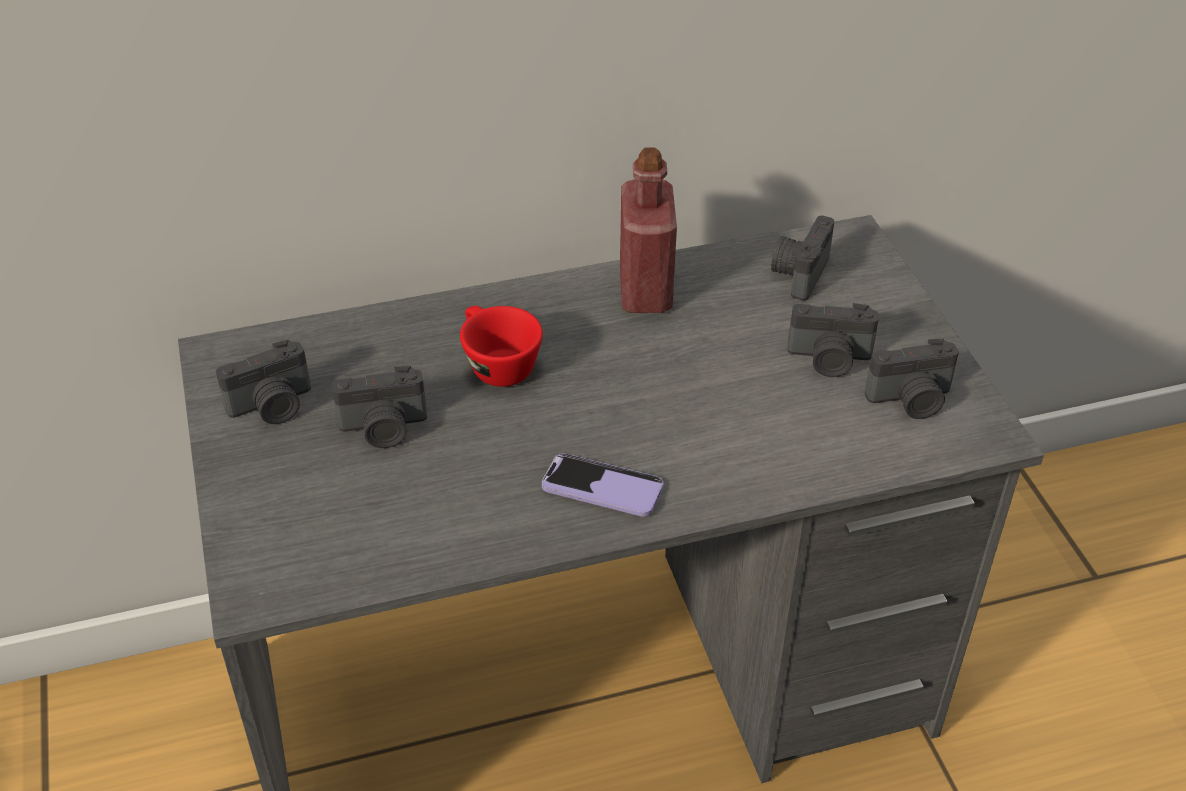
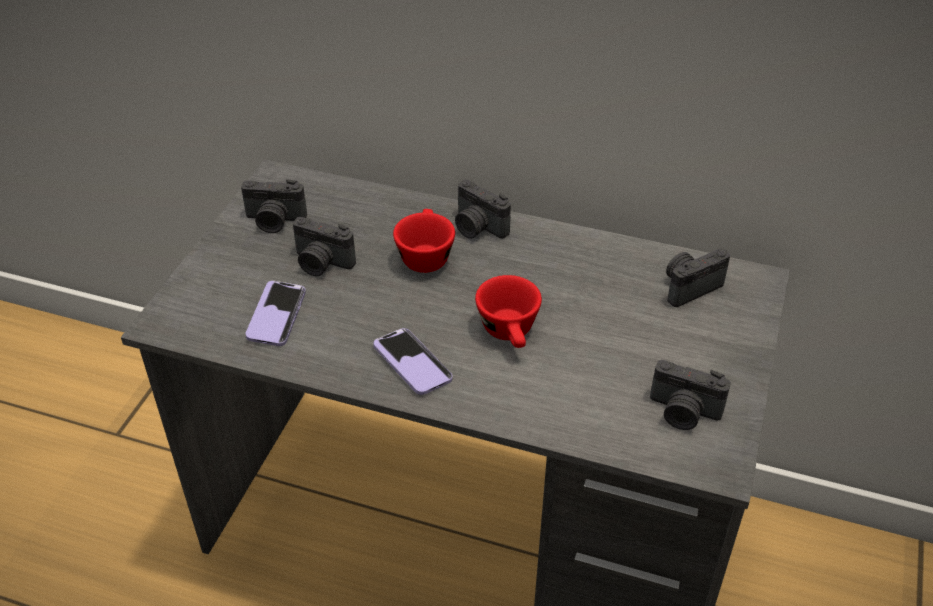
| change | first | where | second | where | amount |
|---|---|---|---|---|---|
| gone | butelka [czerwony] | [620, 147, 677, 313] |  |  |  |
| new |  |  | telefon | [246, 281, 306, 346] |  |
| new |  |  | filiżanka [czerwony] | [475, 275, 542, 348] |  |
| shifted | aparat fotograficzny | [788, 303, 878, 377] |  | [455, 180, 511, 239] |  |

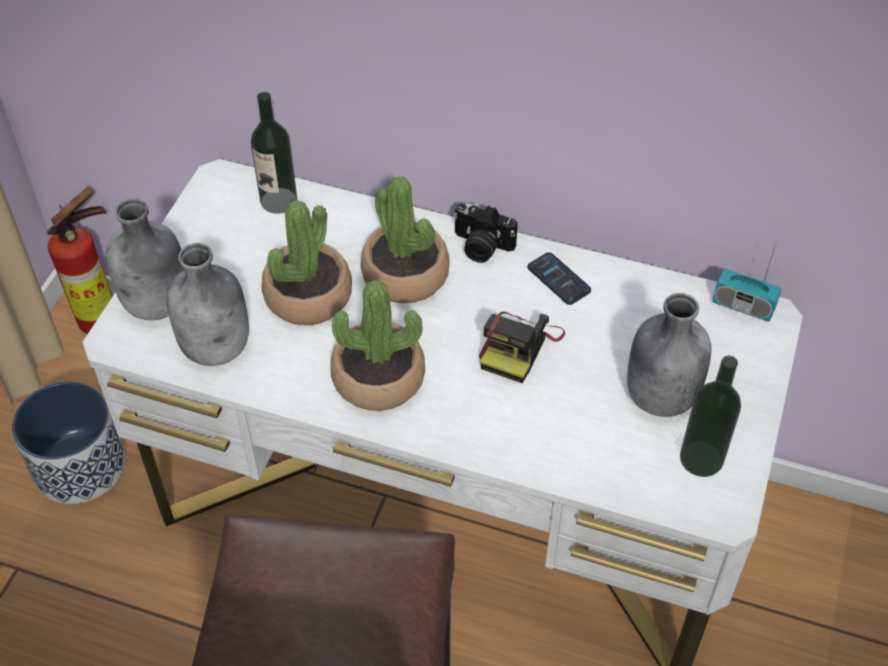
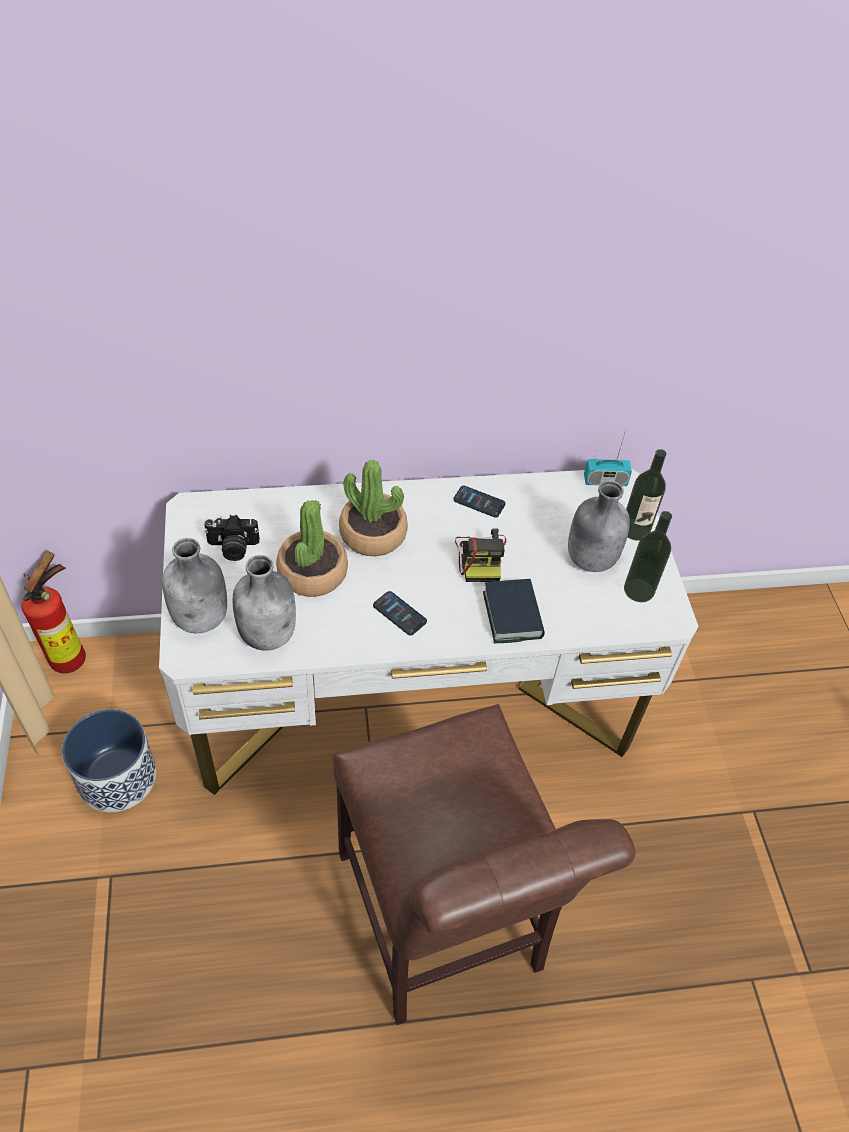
| change | first | where | second | where | amount |
|---|---|---|---|---|---|
| new |  |  | książka | [483, 579, 545, 643] |  |
| shifted | butelka | [251, 92, 297, 214] |  | [626, 449, 666, 541] |  |
| shifted | aparat fotograficzny | [453, 203, 518, 263] |  | [204, 515, 260, 561] |  |
| swapped | roślina doniczkowa | [330, 280, 425, 411] | telefon | [373, 591, 427, 636] |  |

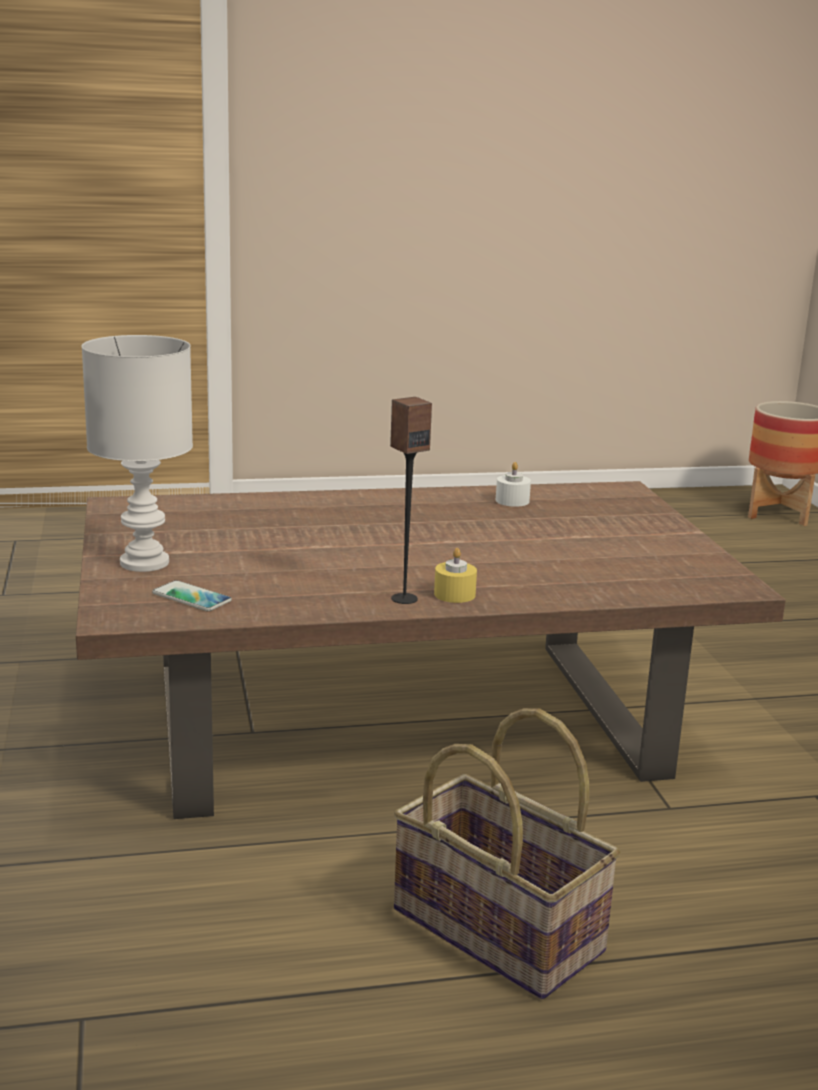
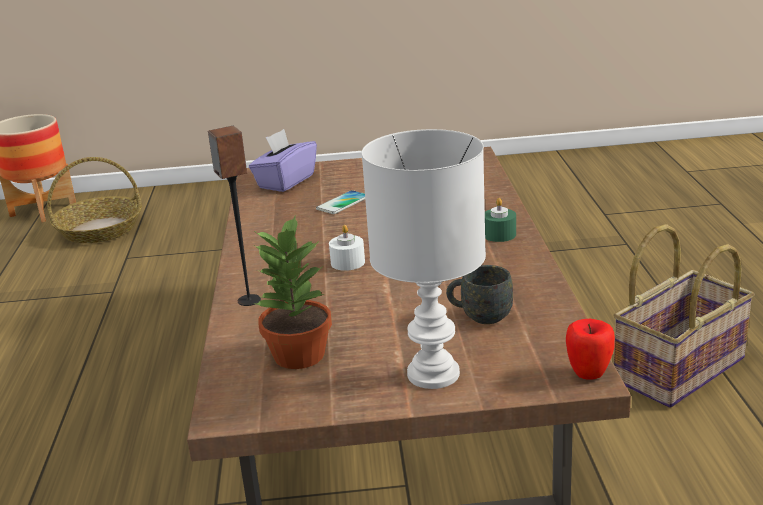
| change | first | where | second | where | amount |
|---|---|---|---|---|---|
| new |  |  | koszyk | [47, 157, 142, 243] |  |
| new |  |  | pudełko chusteczek [fioletowy] | [249, 129, 317, 192] |  |
| new |  |  | roślina doniczkowa | [255, 214, 332, 369] |  |
| new |  |  | kubek [szary] | [446, 265, 513, 324] |  |
| new |  |  | jabłko | [566, 319, 615, 380] |  |
| shifted | telefon | [152, 580, 232, 612] |  | [316, 190, 365, 214] |  |
| shifted | głośnik | [390, 397, 432, 604] |  | [208, 126, 261, 306] |  |
| shifted | świeca [biały] | [496, 462, 531, 507] |  | [329, 225, 365, 271] |  |
| repainted | świeca [żółty] | [434, 548, 477, 603] | świeca [zielony] | [485, 198, 516, 242] |  |

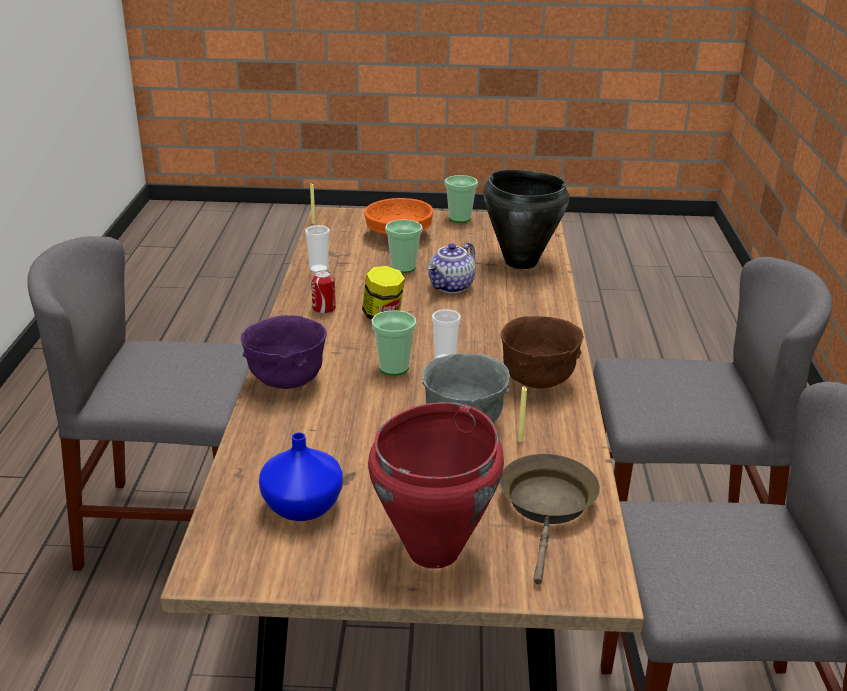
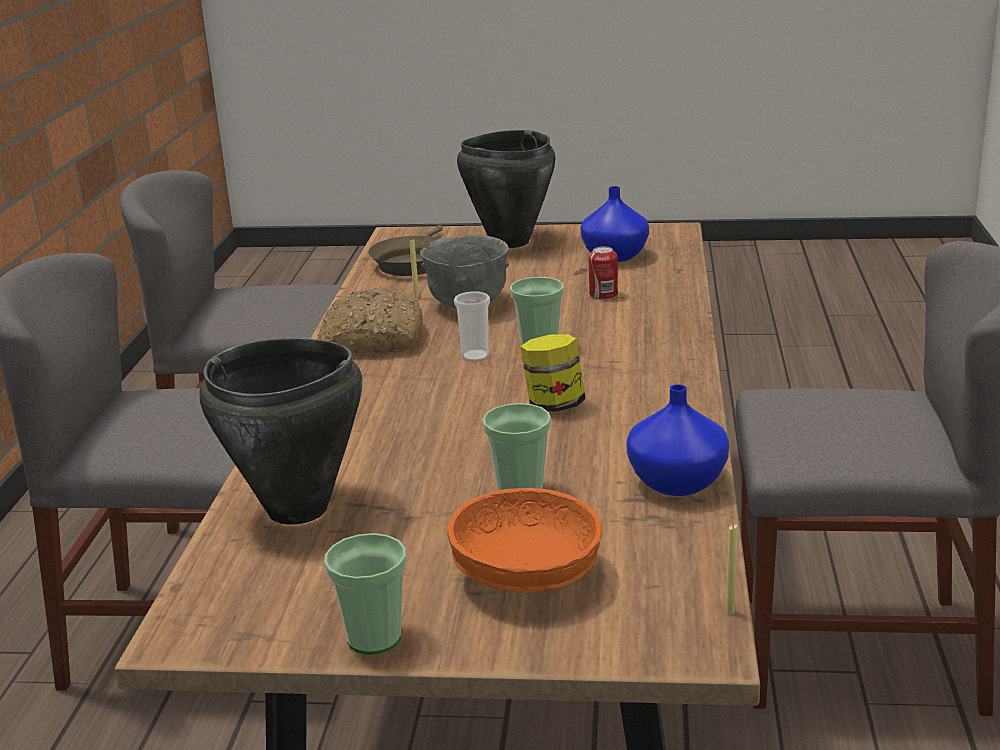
| change | first | where | second | where | amount |
|---|---|---|---|---|---|
| gone | miska [fioletowy] | [240, 315, 327, 389] |  |  |  |
| gone | imbryk | [428, 242, 475, 293] |  |  |  |
| shifted | puszka | [311, 270, 336, 314] |  | [589, 246, 618, 300] |  |
| swapped | filiżanka | [305, 225, 330, 273] | wazon [niebieski] | [626, 384, 729, 496] |  |
| swapped | miska [brązowy] | [501, 316, 584, 389] | chleb | [318, 288, 423, 353] |  |
| repainted | garnek [czerwony] | [368, 402, 504, 569] | garnek [czarny] | [457, 130, 555, 248] |  |

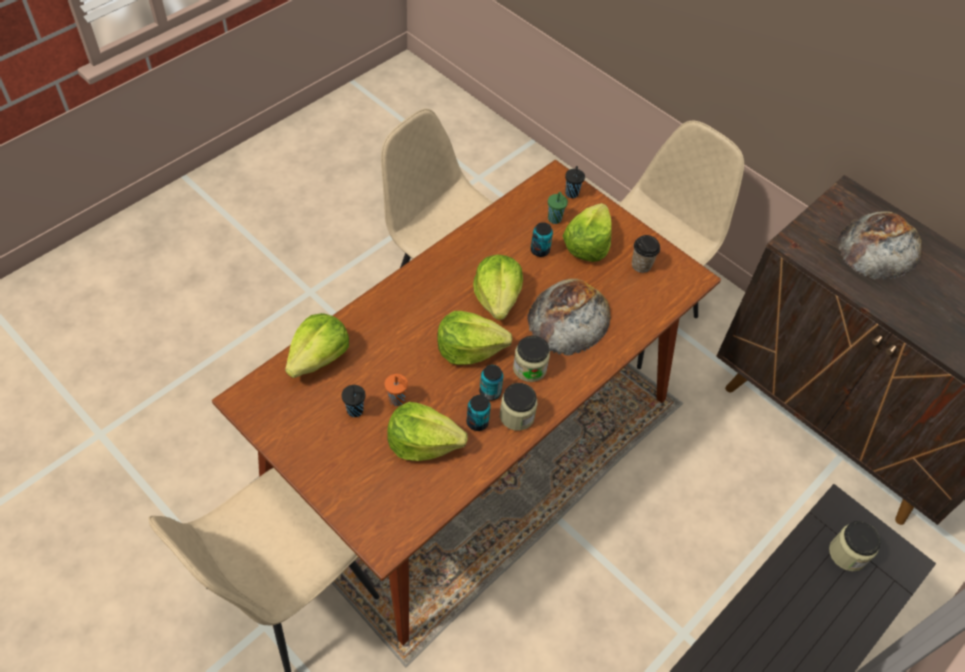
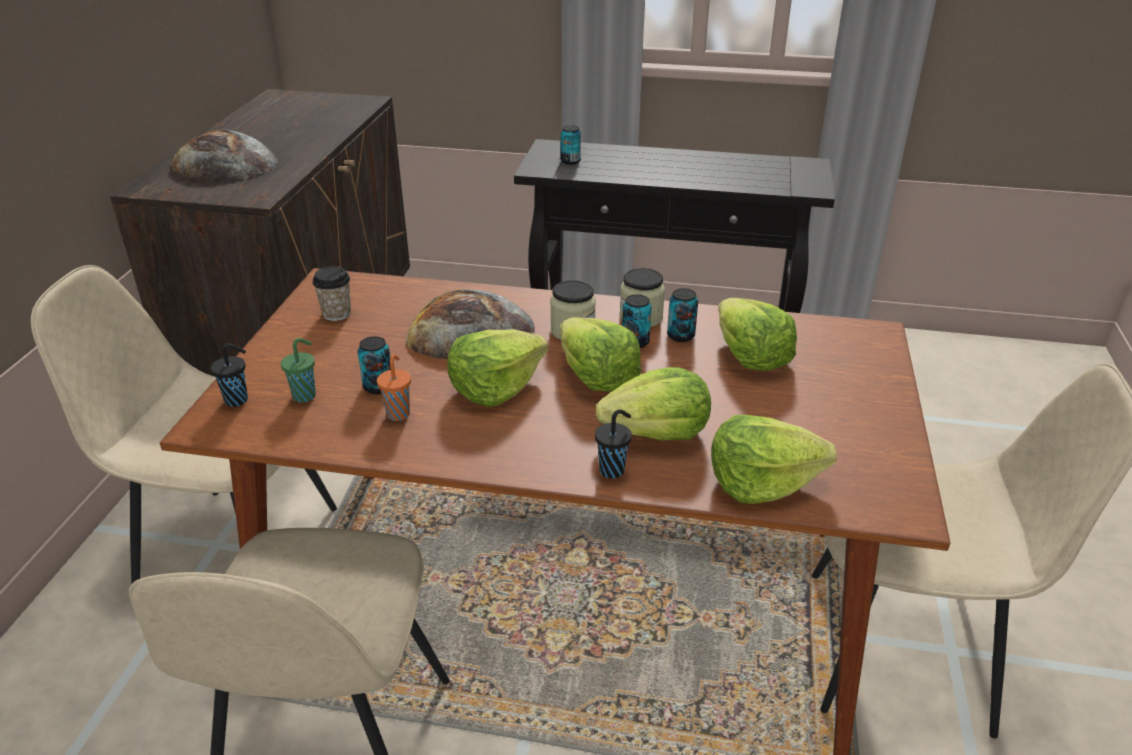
| change | first | where | second | where | amount |
|---|---|---|---|---|---|
| shifted | filiżanka [czarny] | [342, 385, 365, 417] |  | [595, 409, 632, 479] |  |
| shifted | filiżanka [pomarańczowy] | [385, 374, 408, 406] |  | [377, 354, 411, 421] |  |
| shifted | sałata | [563, 203, 612, 262] |  | [596, 367, 711, 440] |  |
| swapped | słoik | [829, 521, 881, 571] | puszka | [561, 125, 581, 165] |  |

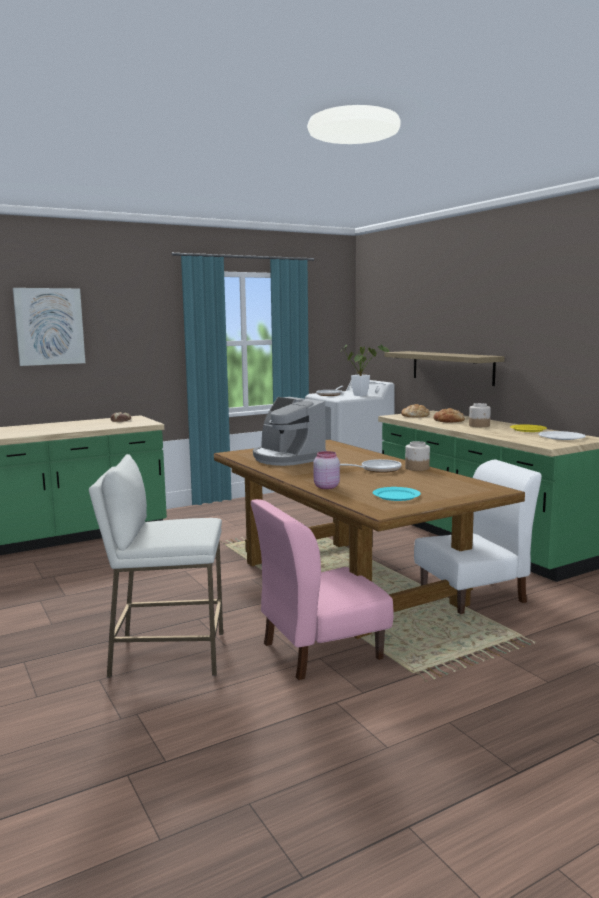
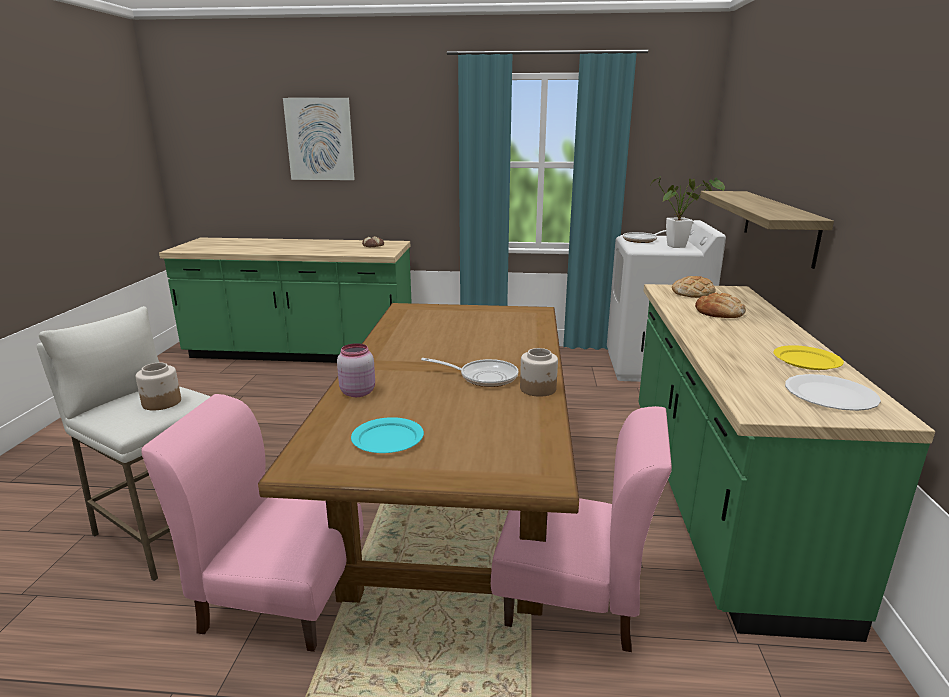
| change | first | where | second | where | amount |
|---|---|---|---|---|---|
| gone | ekspres do kawy | [253, 397, 326, 466] |  |  |  |
| shifted | słoik | [469, 403, 491, 427] |  | [135, 363, 181, 410] |  |
| repainted | krzesło [biały] | [414, 459, 542, 614] | krzesło [różowy] | [491, 406, 672, 652] |  |

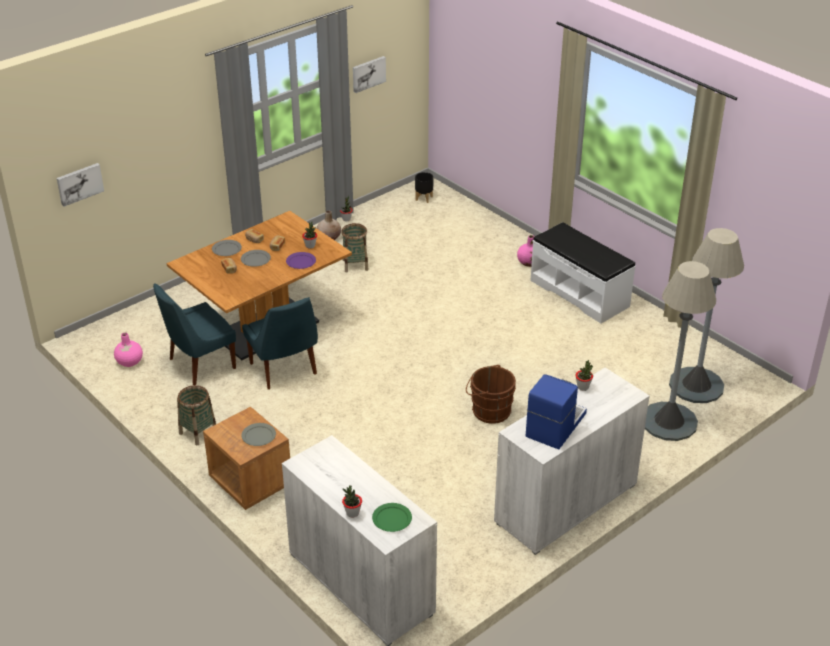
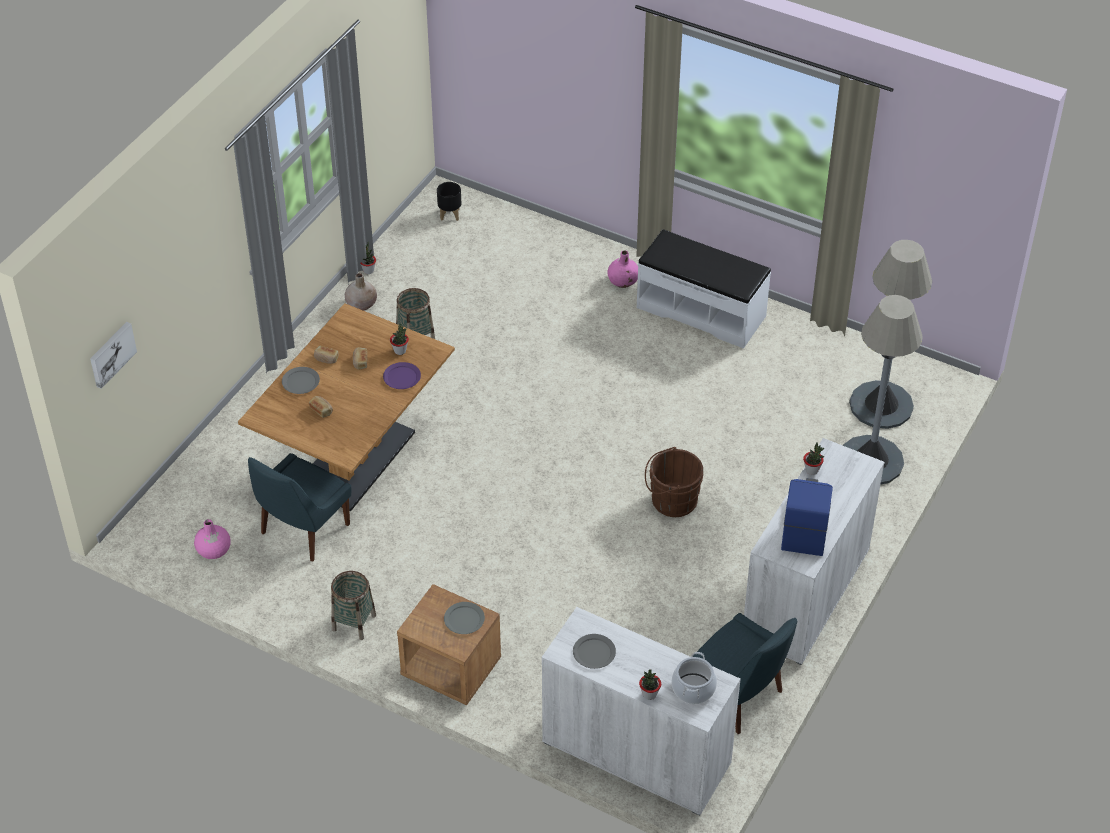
| change | first | where | second | where | amount |
|---|---|---|---|---|---|
| gone | obraz | [353, 56, 386, 93] |  |  |  |
| shifted | talerz [szary] | [241, 250, 271, 267] |  | [573, 634, 616, 669] |  |
| shifted | krzesło [niebieski] | [242, 297, 318, 390] |  | [693, 613, 797, 734] |  |
| swapped | talerz [zielony] | [372, 503, 412, 532] | garnek | [671, 652, 717, 704] |  |

